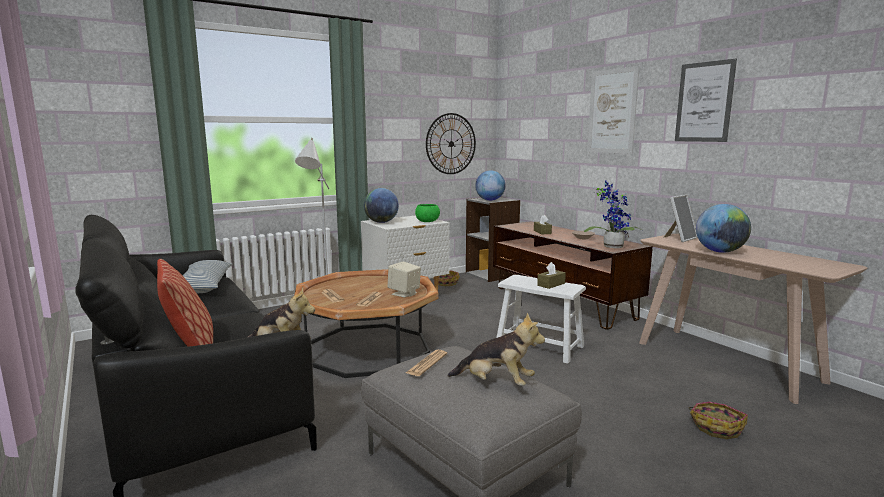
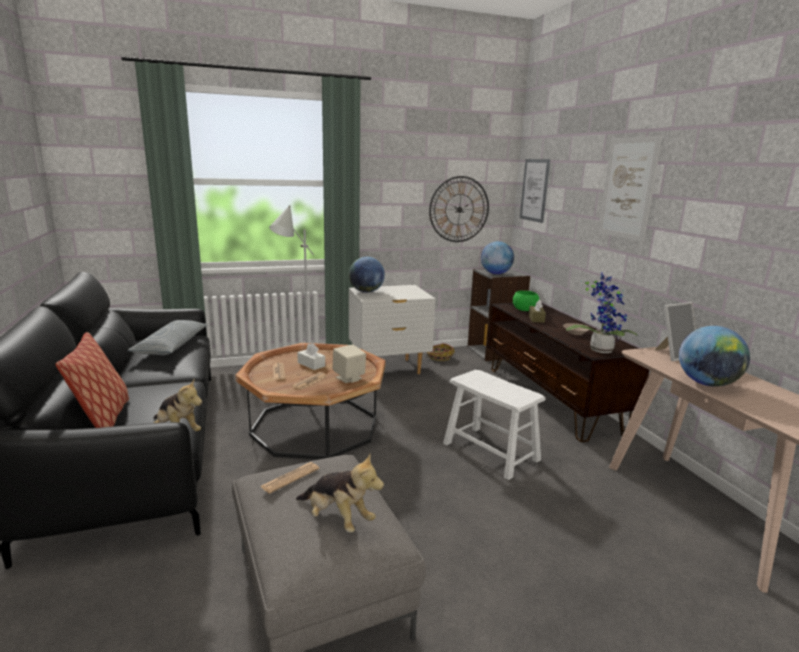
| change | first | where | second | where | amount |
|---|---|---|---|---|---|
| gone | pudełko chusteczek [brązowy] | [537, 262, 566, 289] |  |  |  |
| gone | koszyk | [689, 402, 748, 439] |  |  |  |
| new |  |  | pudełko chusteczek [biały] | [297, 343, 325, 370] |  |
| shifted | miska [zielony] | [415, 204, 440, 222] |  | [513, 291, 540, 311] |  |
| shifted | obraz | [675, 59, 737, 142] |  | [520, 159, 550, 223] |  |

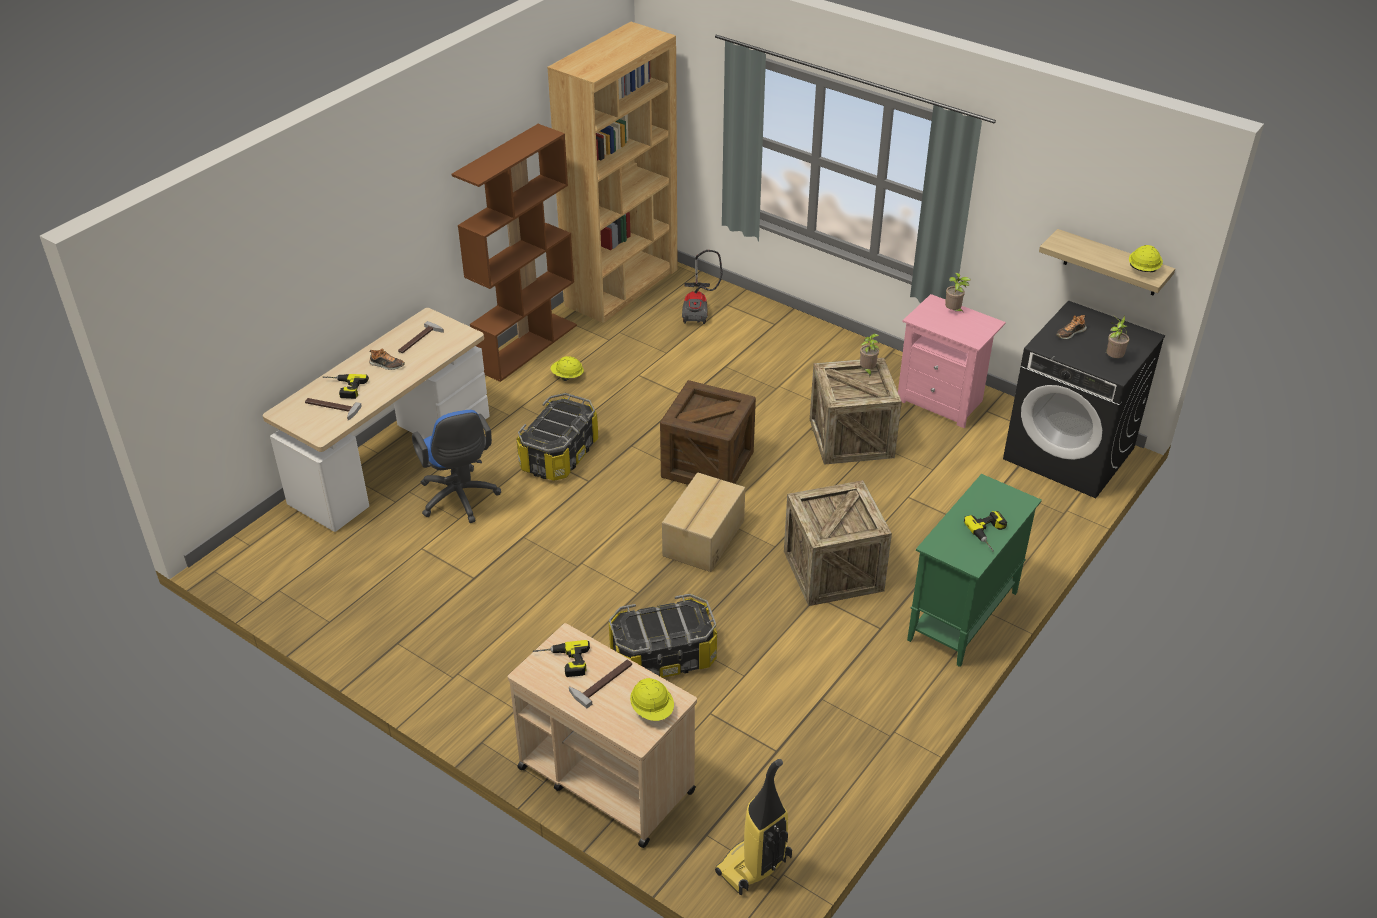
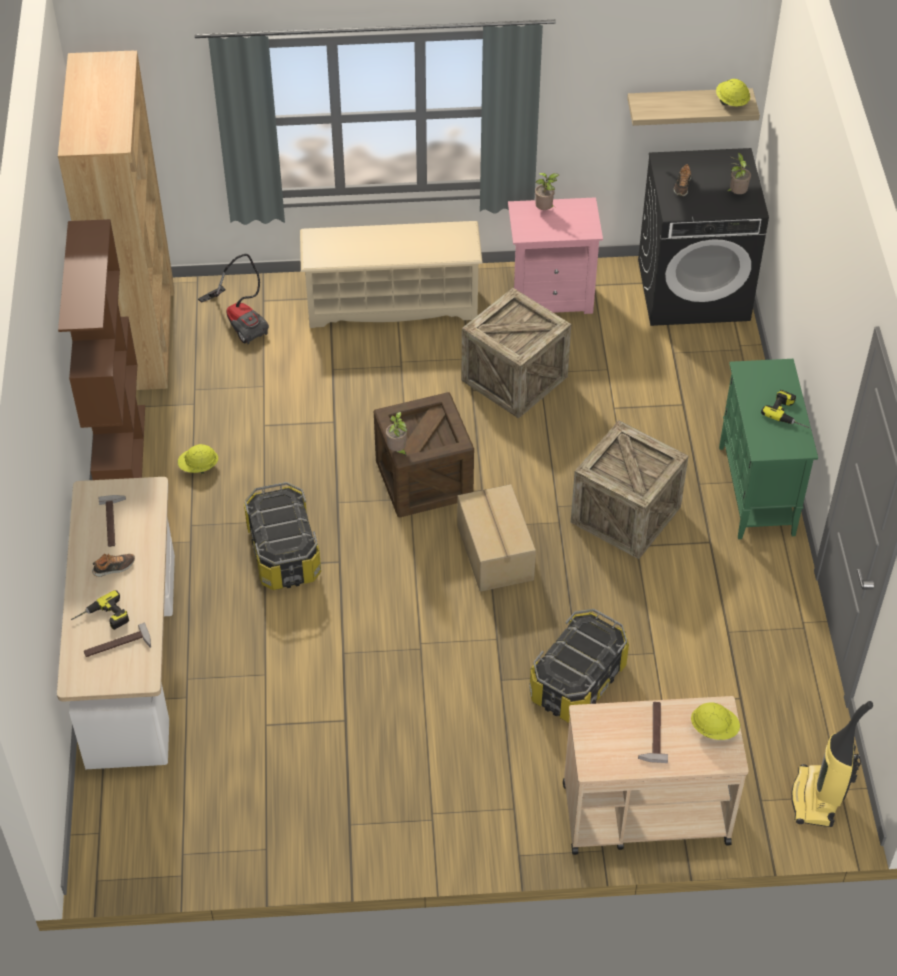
| change | first | where | second | where | amount |
|---|---|---|---|---|---|
| gone | krzesło biurowe [niebieski] | [412, 410, 501, 523] |  |  |  |
| gone | wiertarka | [533, 640, 590, 677] |  |  |  |
| new |  |  | regał na buty [beżowy] | [300, 221, 483, 328] |  |
| shifted | roślina doniczkowa | [860, 334, 880, 377] |  | [386, 412, 407, 456] |  |

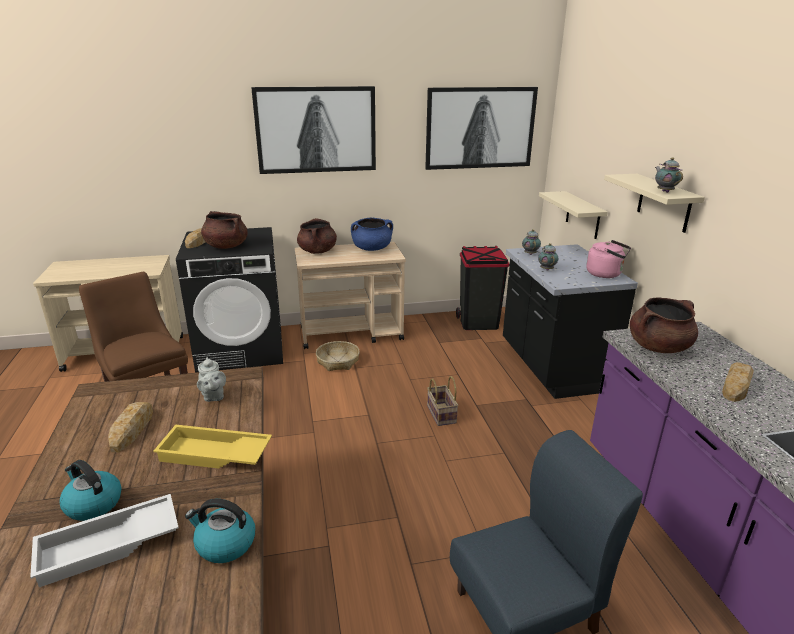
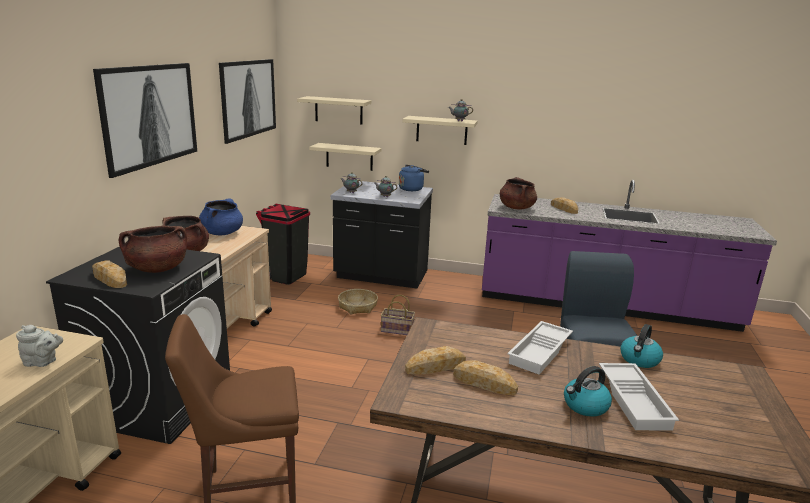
| change | first | where | second | where | amount |
|---|---|---|---|---|---|
| new |  |  | półka [beżowy] | [297, 96, 371, 125] |  |
| new |  |  | chleb | [405, 346, 466, 375] |  |
| shifted | imbryk [szary] | [197, 357, 226, 402] |  | [16, 325, 63, 367] |  |
| shifted | koszyk | [316, 341, 360, 371] |  | [338, 289, 378, 314] |  |
| repainted | taca [żółty] | [153, 425, 272, 469] | taca [biały] | [507, 321, 573, 375] |  |
| repainted | czajnik [różowy] | [586, 240, 631, 278] | czajnik [niebieski] | [399, 165, 429, 191] |  |

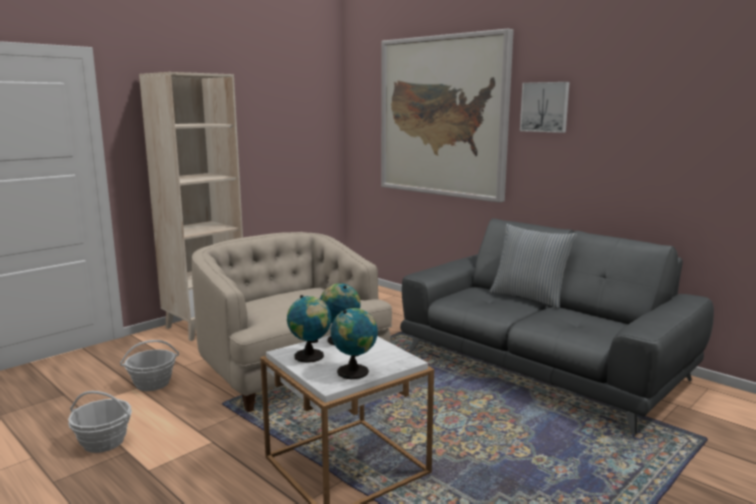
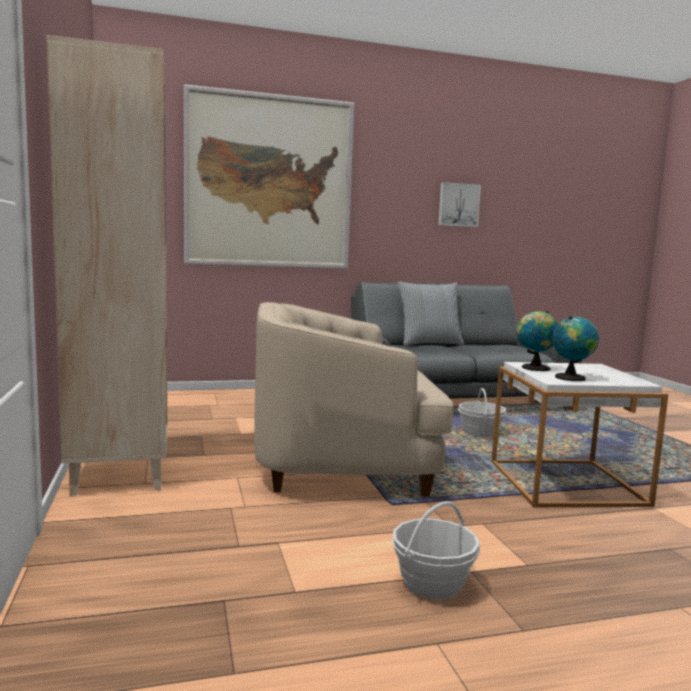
| change | first | where | second | where | amount |
|---|---|---|---|---|---|
| gone | globus | [331, 308, 378, 379] |  |  |  |
| shifted | koszyk | [120, 340, 179, 391] |  | [458, 388, 506, 437] |  |
| shifted | obraz | [520, 82, 570, 133] |  | [438, 182, 481, 227] |  |

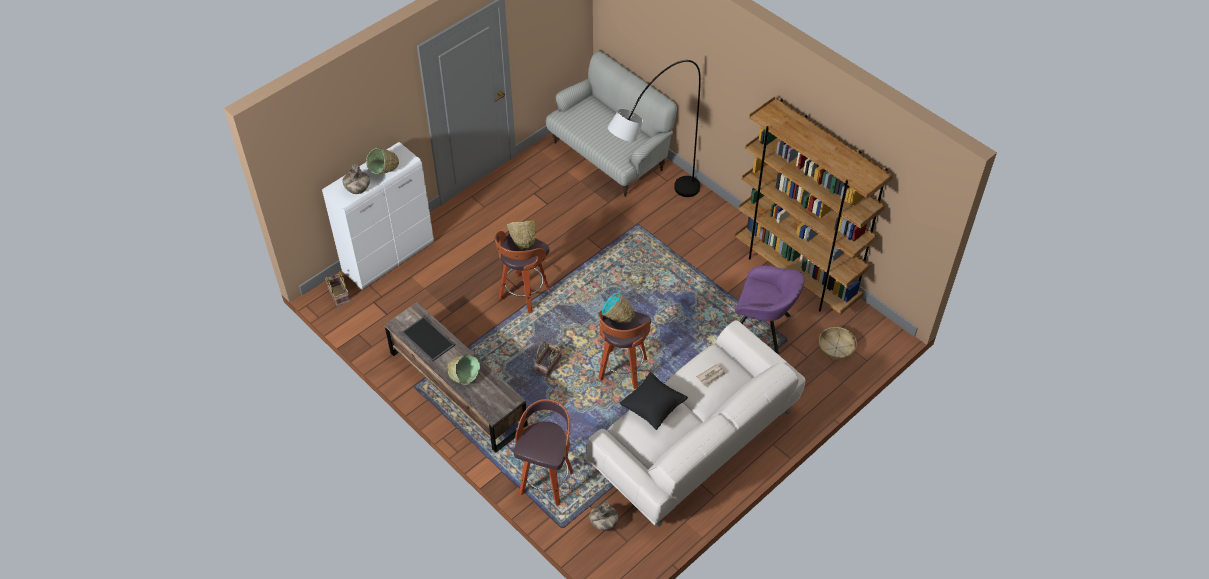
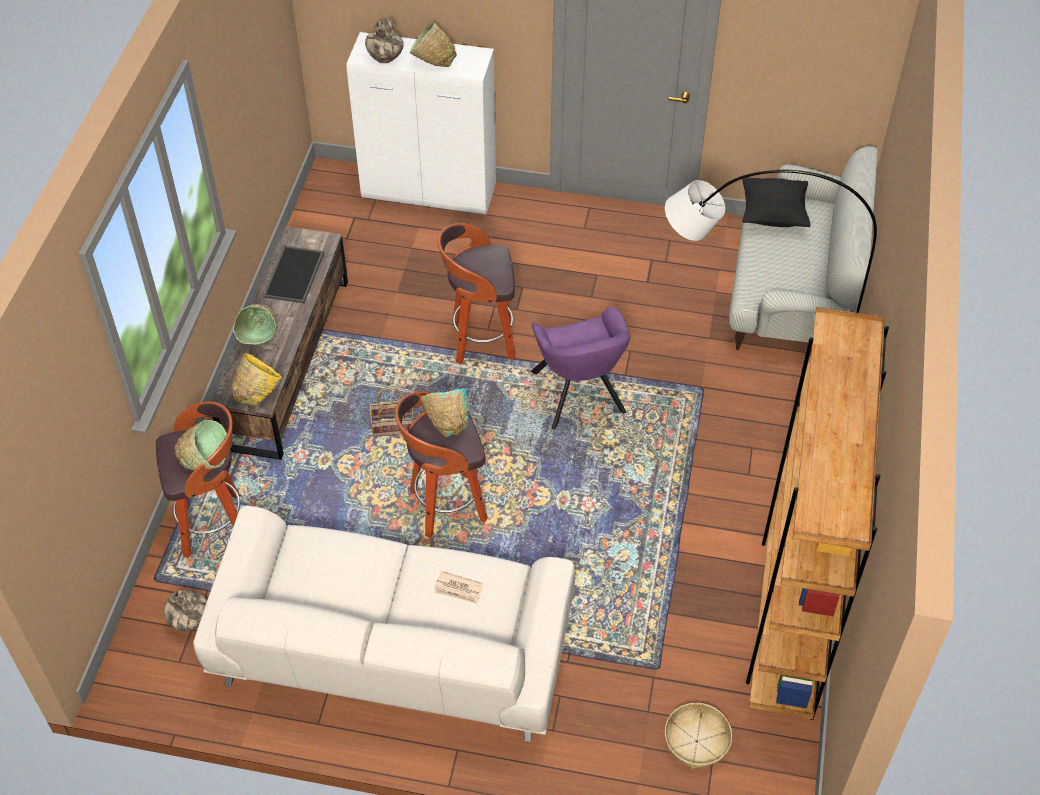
| change | first | where | second | where | amount |
|---|---|---|---|---|---|
| gone | koszyk | [325, 271, 350, 307] |  |  |  |
| new |  |  | miska [zielony] | [174, 420, 227, 470] |  |
| shifted | miska [żółty] | [507, 220, 535, 250] |  | [232, 353, 282, 406] |  |
| shifted | poduszka [czarny] | [620, 372, 688, 430] |  | [742, 178, 810, 227] |  |
| shifted | fotel [fioletowy] | [735, 266, 804, 354] |  | [531, 307, 630, 430] |  |

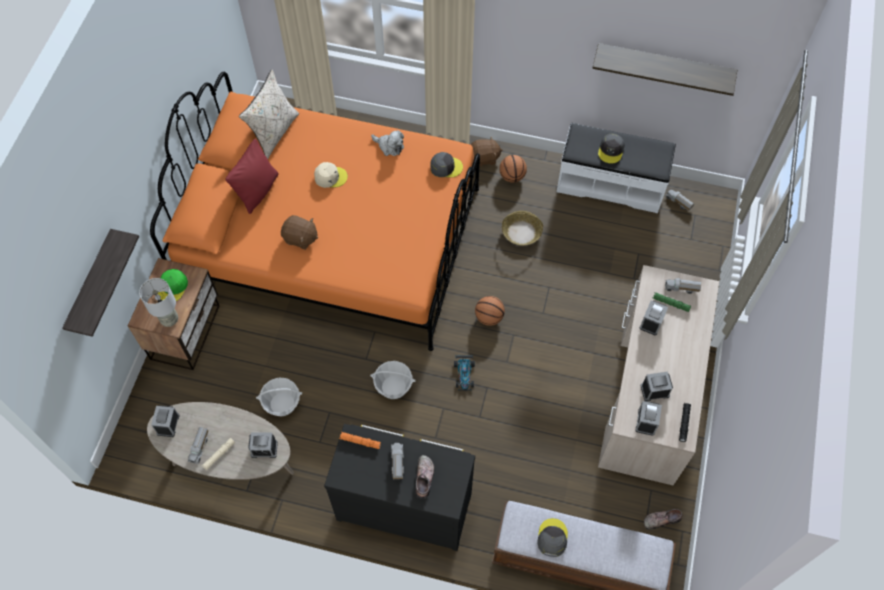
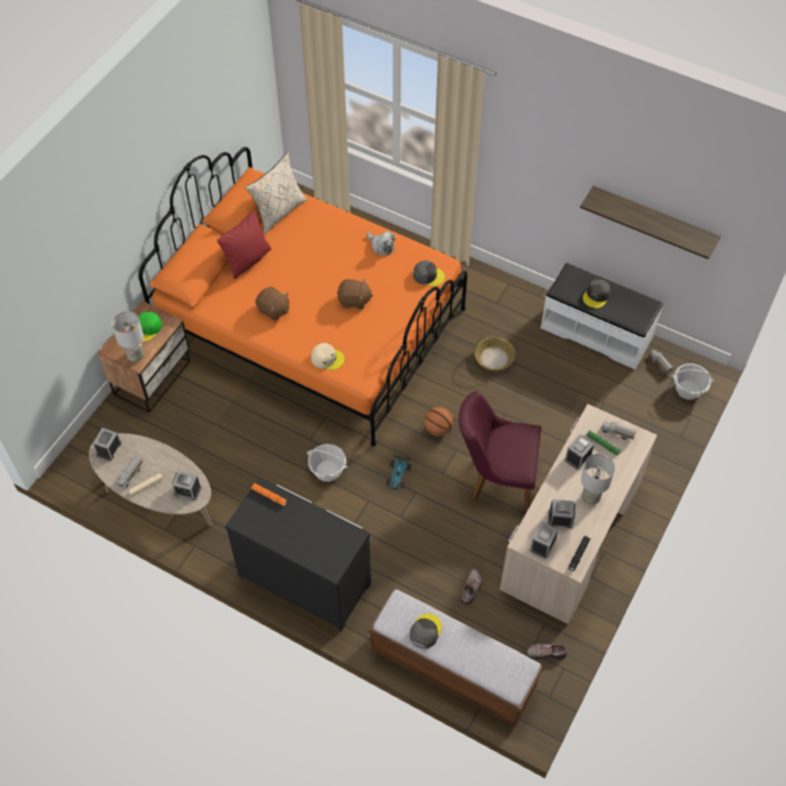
| change | first | where | second | where | amount |
|---|---|---|---|---|---|
| gone | półka | [62, 229, 139, 337] |  |  |  |
| gone | ciężarówka zabawkowa | [391, 443, 404, 479] |  |  |  |
| gone | piłka do koszykówki | [499, 155, 527, 183] |  |  |  |
| new |  |  | krzesło [fioletowy] | [458, 391, 541, 511] |  |
| new |  |  | lampa stołowa [szary] | [581, 453, 615, 505] |  |
| shifted | koszyk | [256, 377, 302, 416] |  | [671, 363, 715, 400] |  |
| shifted | czapka z daszkiem [beżowy] | [314, 162, 348, 188] |  | [311, 343, 345, 370] |  |
| shifted | but | [416, 455, 435, 499] |  | [461, 569, 482, 605] |  |
| shifted | pluszak [brązowy] | [471, 136, 502, 167] |  | [337, 278, 373, 309] |  |

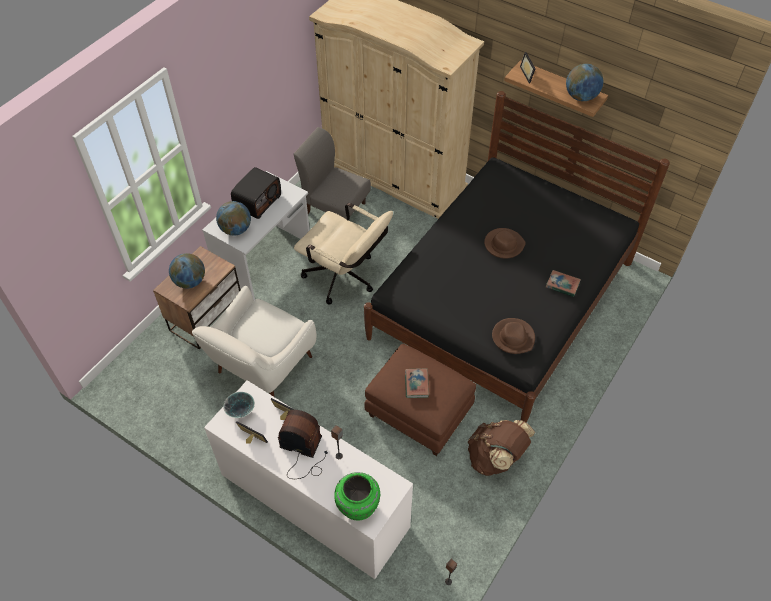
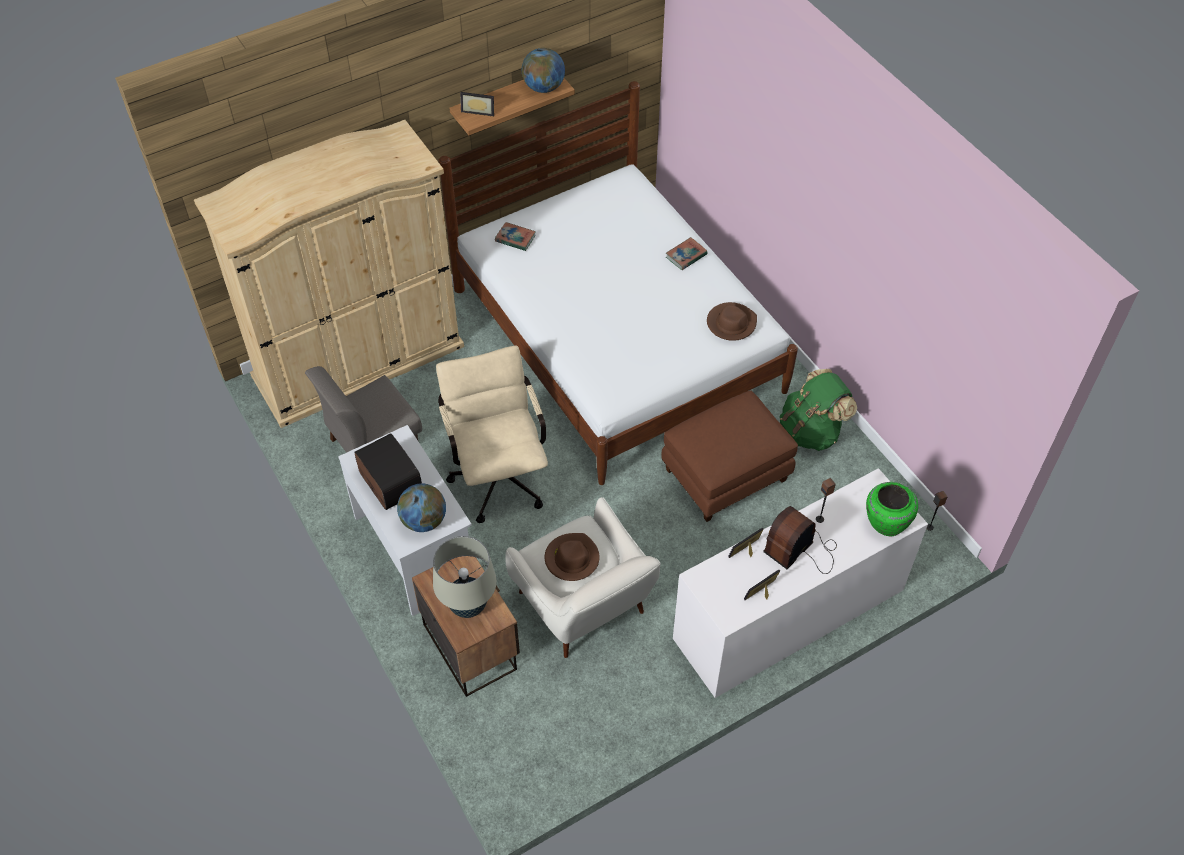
| change | first | where | second | where | amount |
|---|---|---|---|---|---|
| gone | miska | [223, 392, 255, 418] |  |  |  |
| shifted | książka | [405, 369, 429, 398] |  | [495, 222, 536, 251] |  |
| shifted | kapelusz [brązowy] | [484, 228, 526, 259] |  | [545, 533, 600, 581] |  |
| swapped | globus | [169, 253, 205, 288] | lampa stołowa [beżowy] | [433, 536, 497, 618] |  |
| repainted | łóżko [czarny] | [364, 91, 670, 423] | łóżko [biały] | [439, 81, 798, 485] |  |
| repainted | plecak [brązowy] | [468, 420, 535, 476] | plecak [zielony] | [780, 369, 857, 451] |  |
| rotated | krzesło biurowe [beżowy] | [294, 203, 393, 304] |  | [436, 345, 548, 523] | 75 degrees counterclockwise |

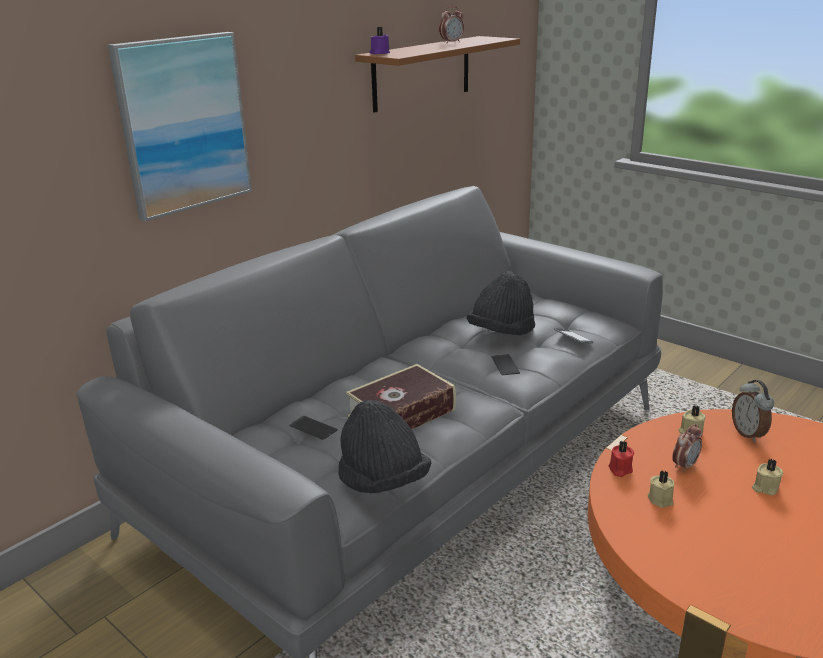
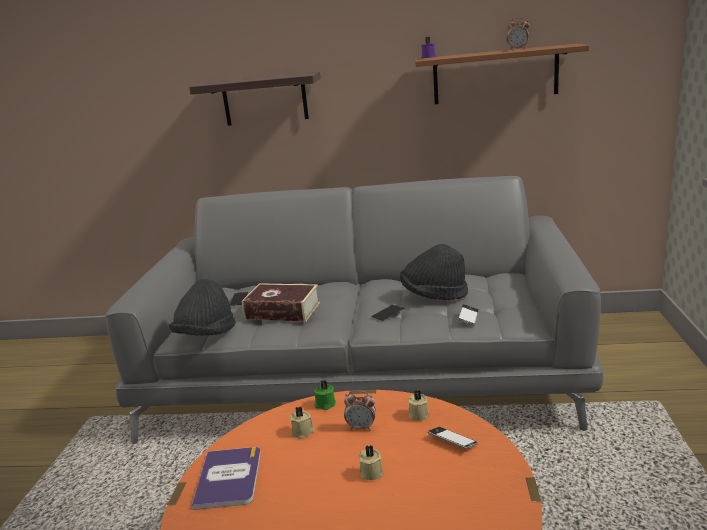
| change | first | where | second | where | amount |
|---|---|---|---|---|---|
| new |  |  | książka | [191, 447, 261, 510] |  |
| swapped | obraz | [108, 32, 252, 221] | półka | [189, 72, 321, 126] |  |
| swapped | budzik | [732, 380, 774, 442] | telefon | [428, 427, 478, 449] |  |
| repainted | świeca [czerwony] | [608, 440, 634, 477] | świeca [zielony] | [314, 380, 336, 410] |  |

